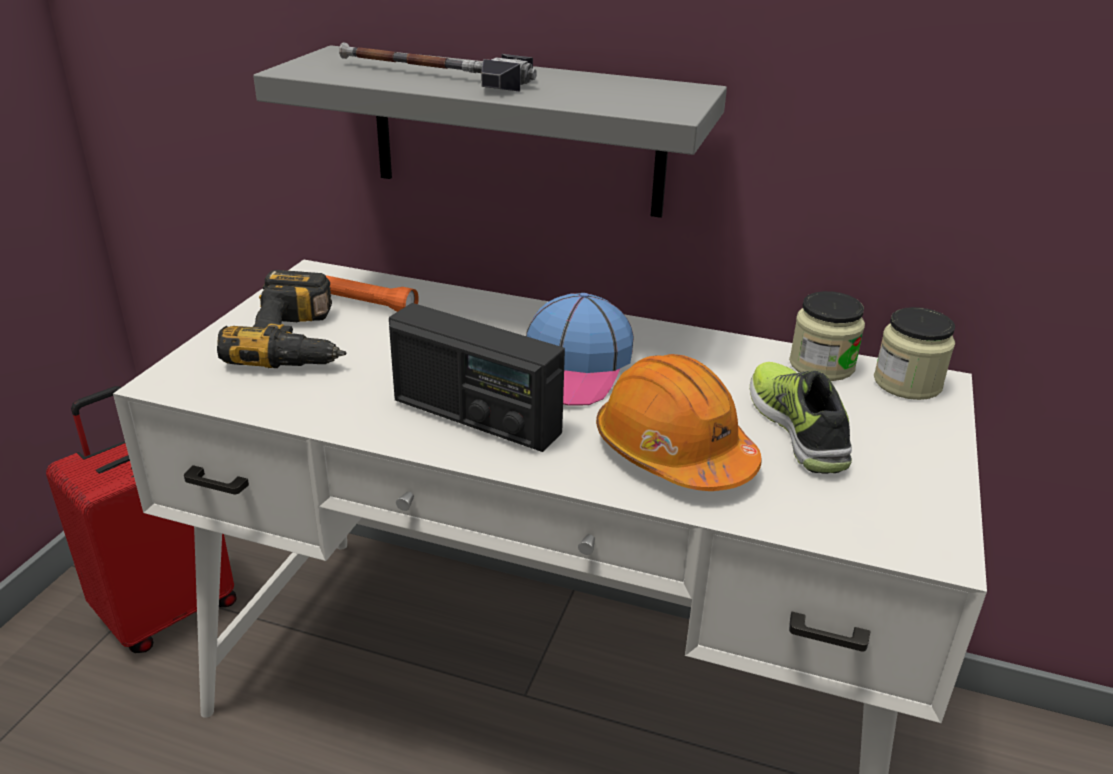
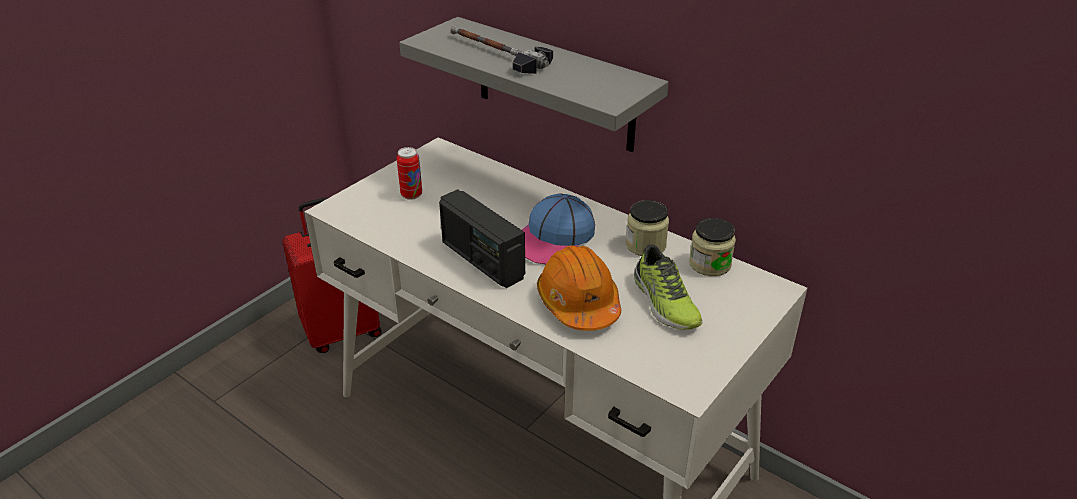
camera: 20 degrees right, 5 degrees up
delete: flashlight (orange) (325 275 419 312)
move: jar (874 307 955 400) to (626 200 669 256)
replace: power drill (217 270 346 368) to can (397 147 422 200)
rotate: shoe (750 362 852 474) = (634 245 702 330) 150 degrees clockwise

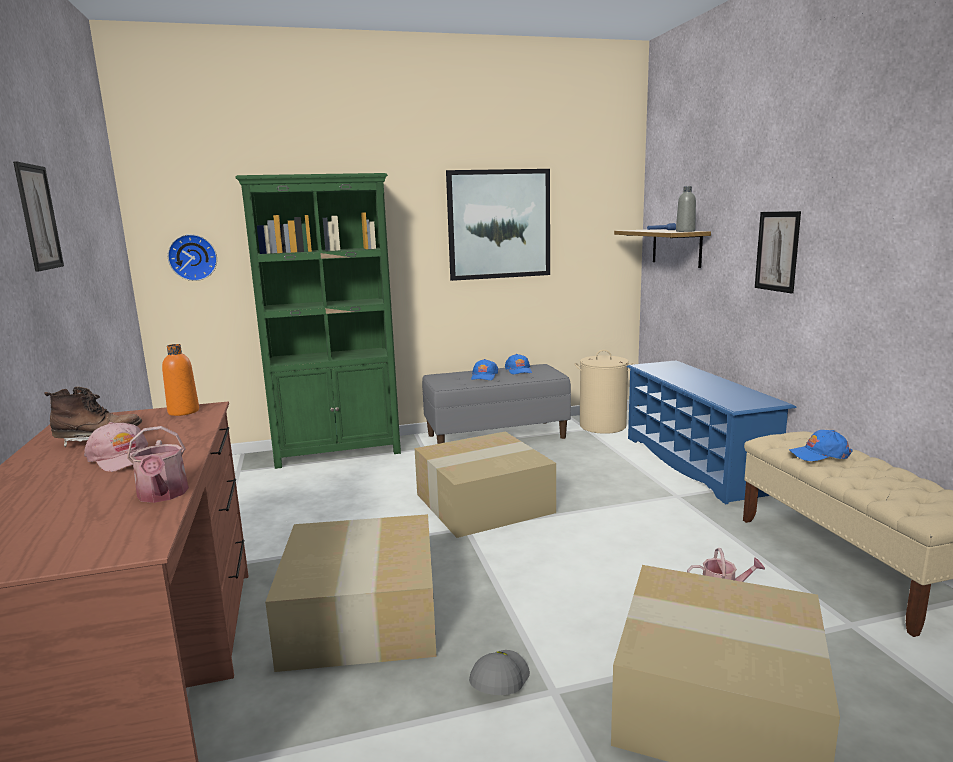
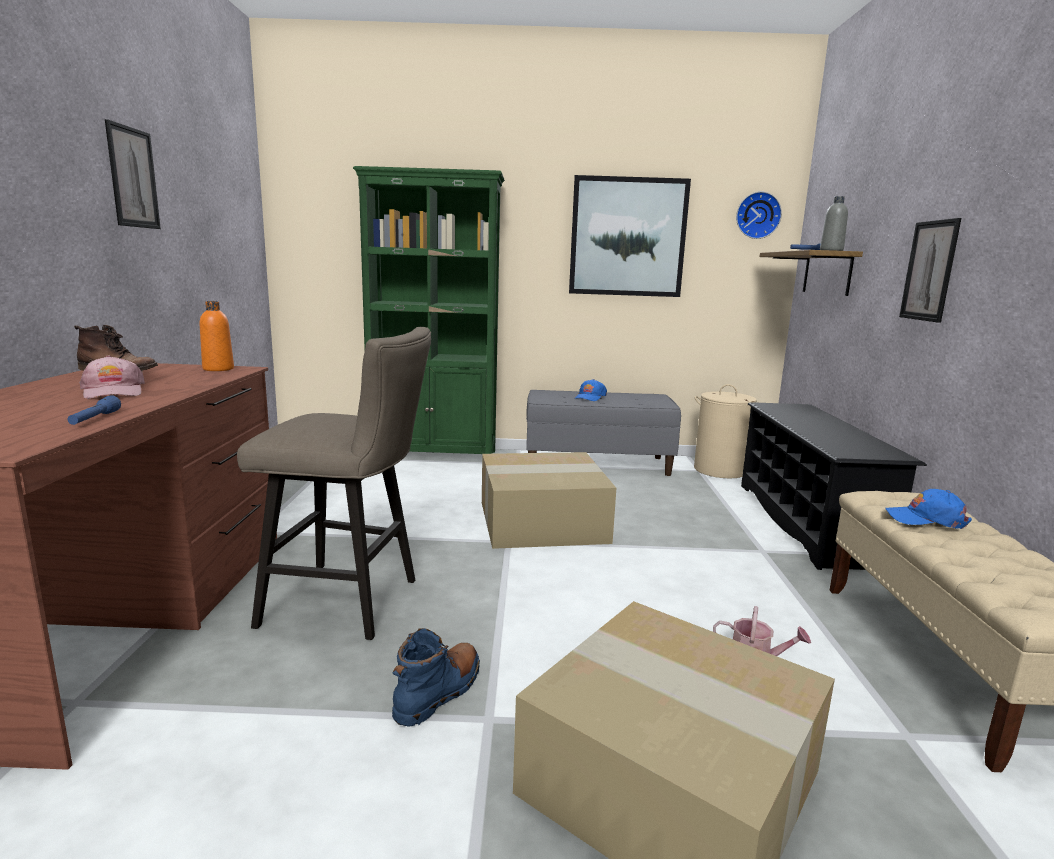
camera: 15 degrees right, 0 degrees up
delete: cap (blue) (505 354 532 374)
move: wall clock (168 234 217 281) to (736 191 782 239)
replace: watering can (127 426 189 503) to flashlight (blue) (67 395 121 425); cardboard box (265 514 437 672) to stool (beige) (237 327 431 640); cap (grey) (469 650 530 695) to boot (blue) (392 628 480 727)
recolor: shoe rack (blue) (627 360 797 504) to shoe rack (black) (741 402 927 570)

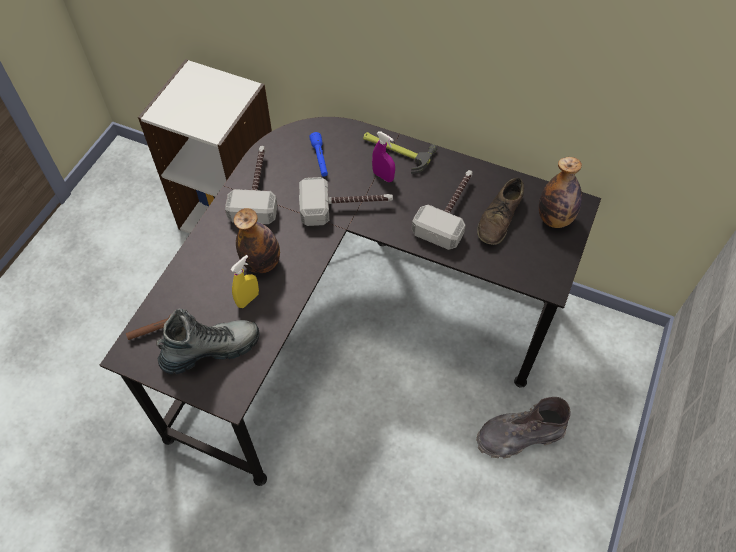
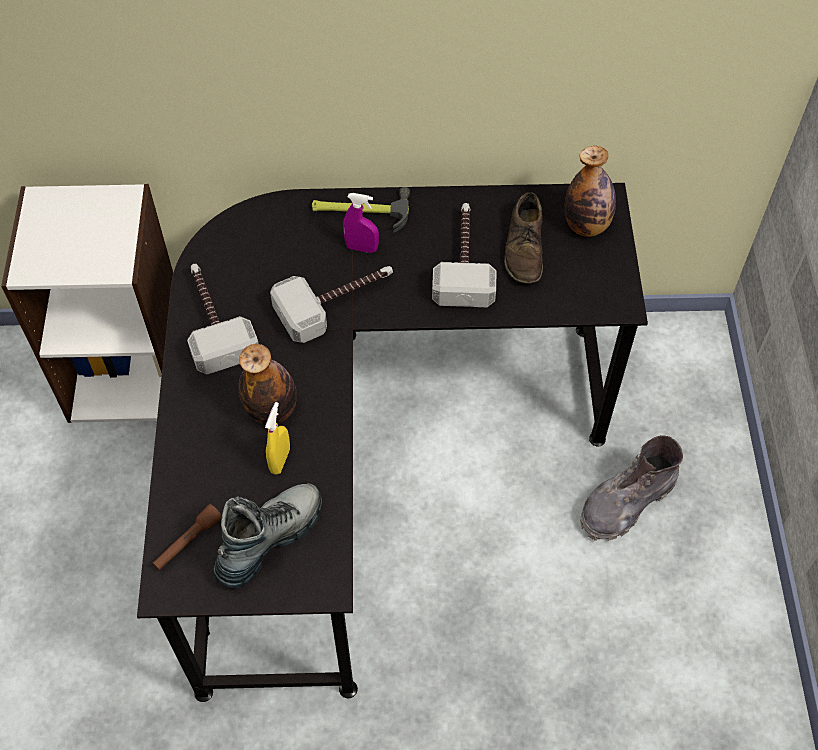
camera: 25 degrees left, 0 degrees up
delete: flashlight (blue) (309 132 328 177)

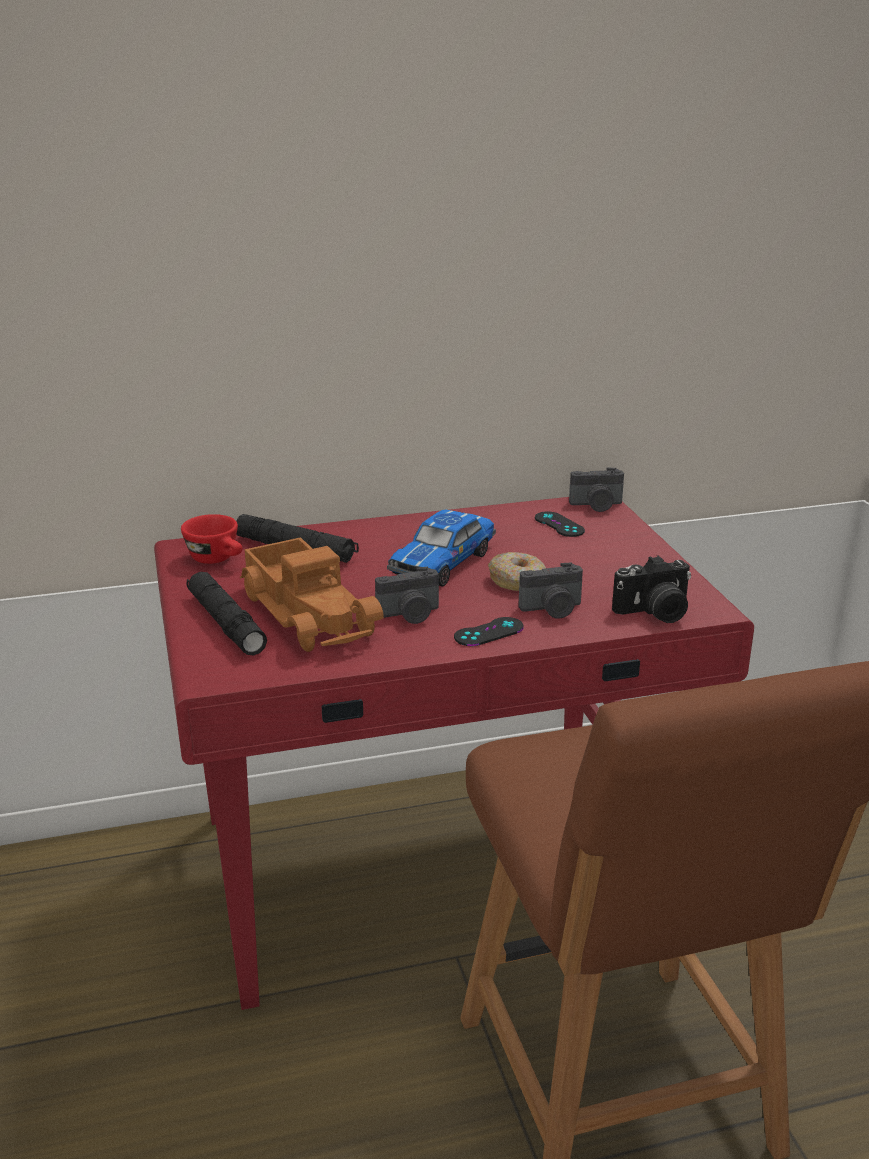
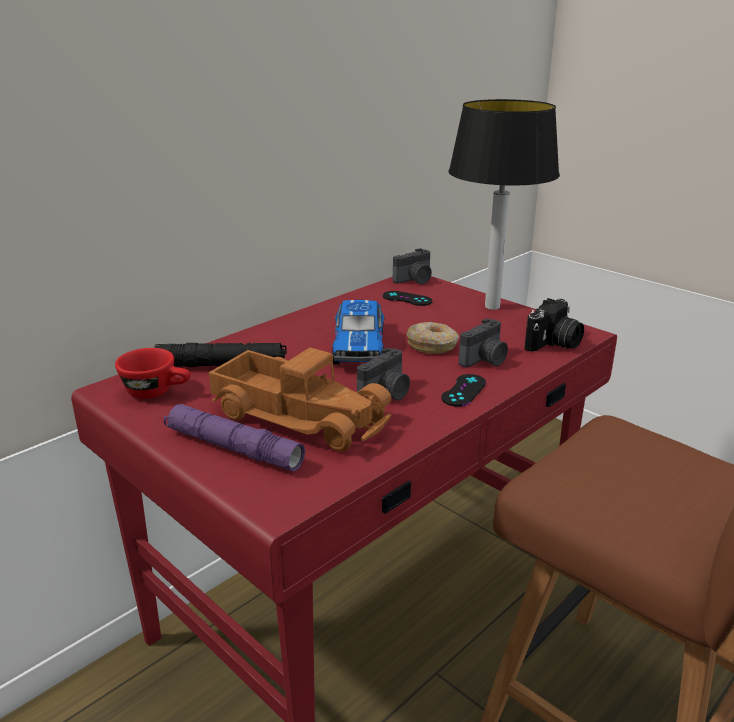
camera: 30 degrees left, 0 degrees up
insert: table lamp (448 99 560 310)
recolor: flashlight (black) (186 572 267 655) to flashlight (purple) (164 404 305 471)

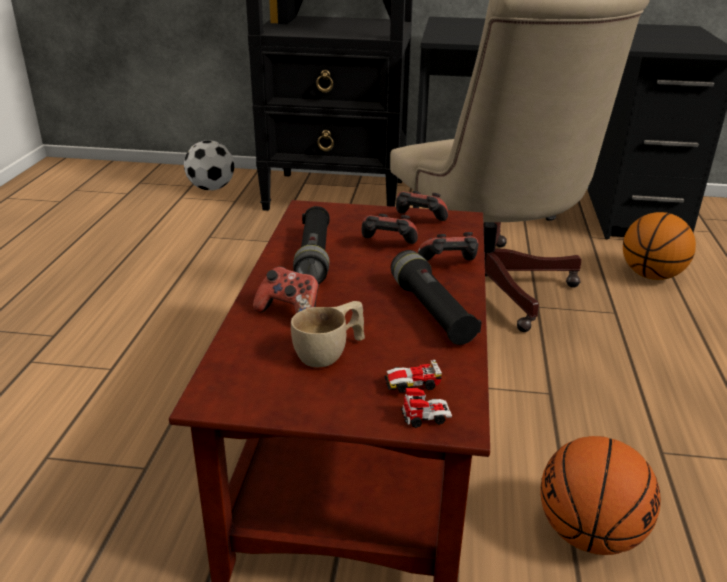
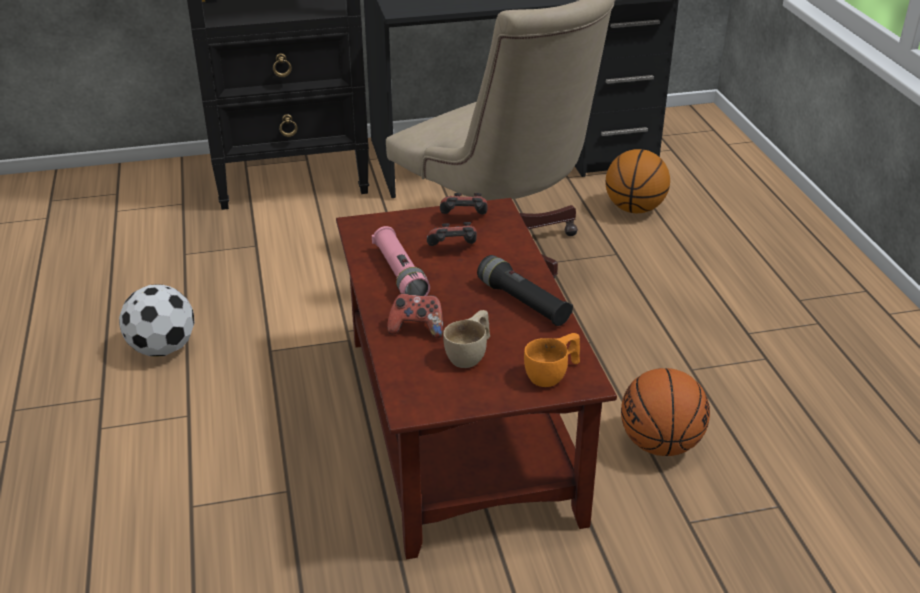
camera: 20 degrees left, 5 degrees up
delete: game controller (417 232 479 261)
move: football (184 140 235 190) to (119 284 195 357)
replace: toy car (384 360 452 428) to cup (orange) (524 333 580 387)
recolor: flashlight (black) (293 206 330 284) to flashlight (pink) (372 226 430 296)

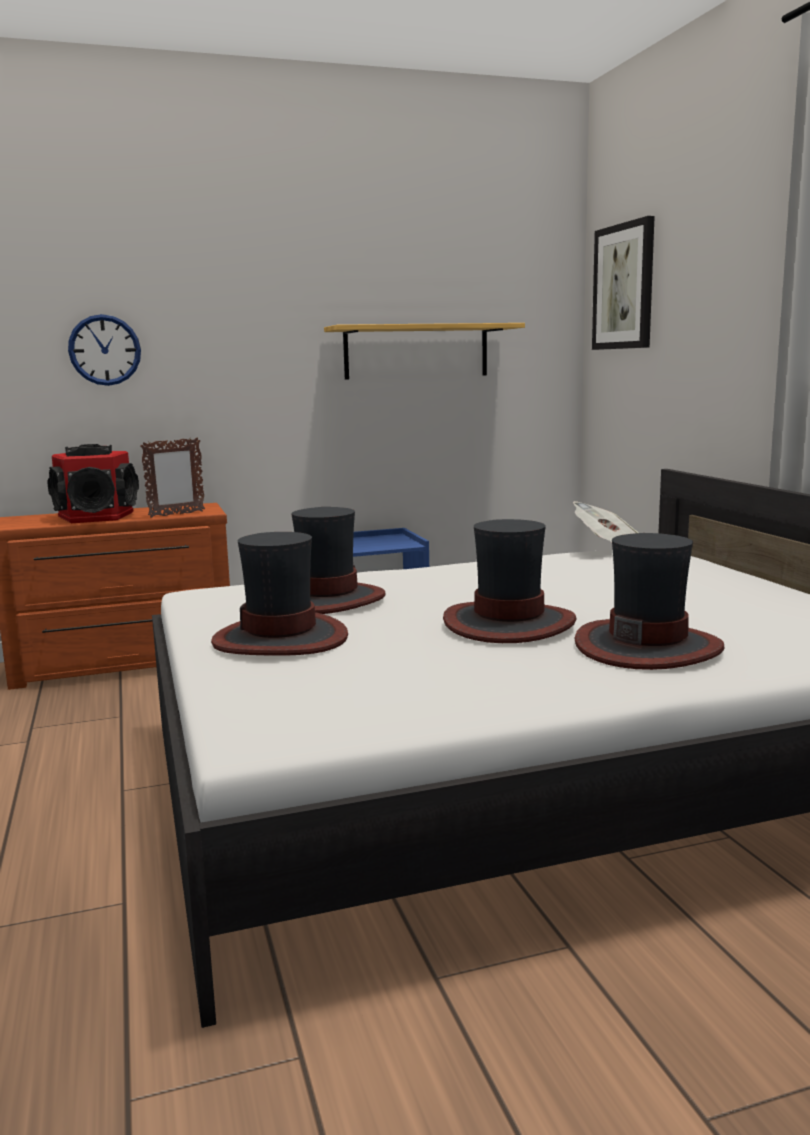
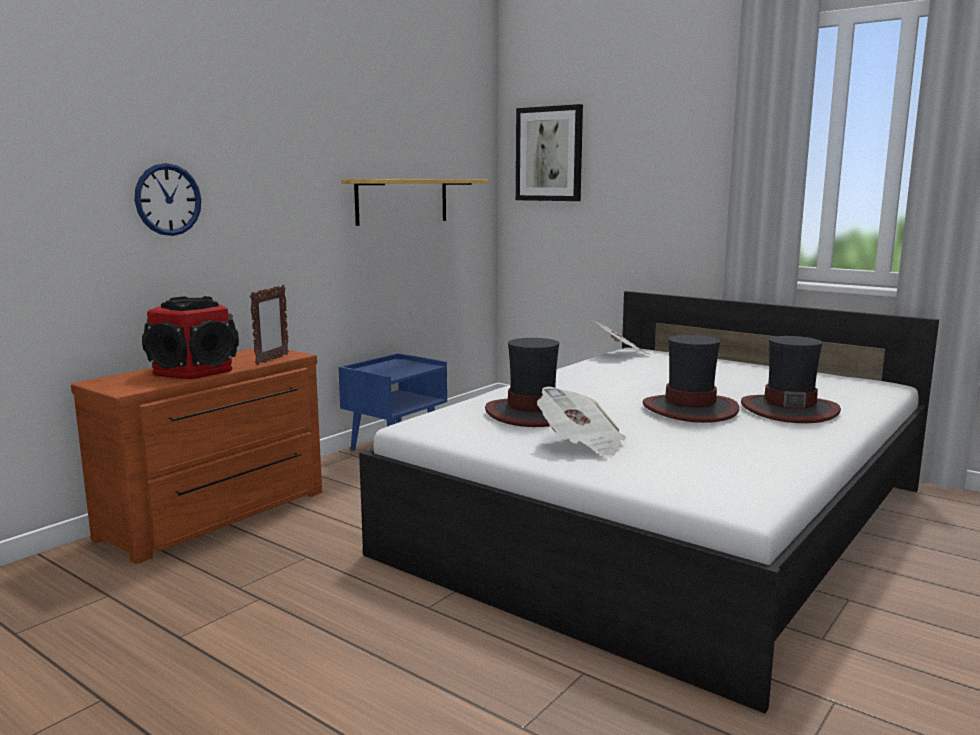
camera: 35 degrees left, 0 degrees up
replace: hat (211 532 348 656) to newspaper (537 387 626 458)

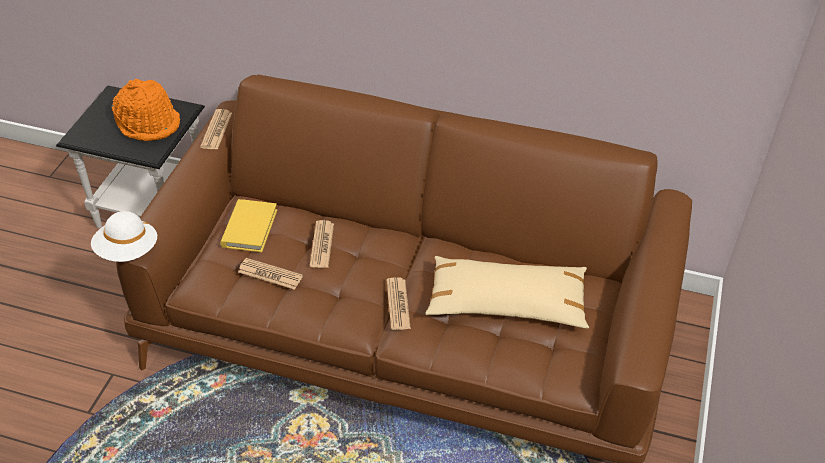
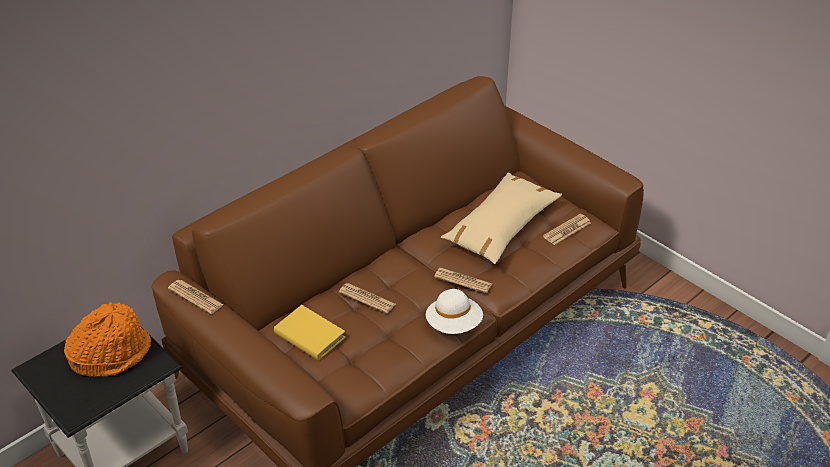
camera: 60 degrees left, 5 degrees down
move: hat (white) (91 211 157 262) to (426 289 483 334); newspaper (238 258 303 290) to (543 214 591 245)

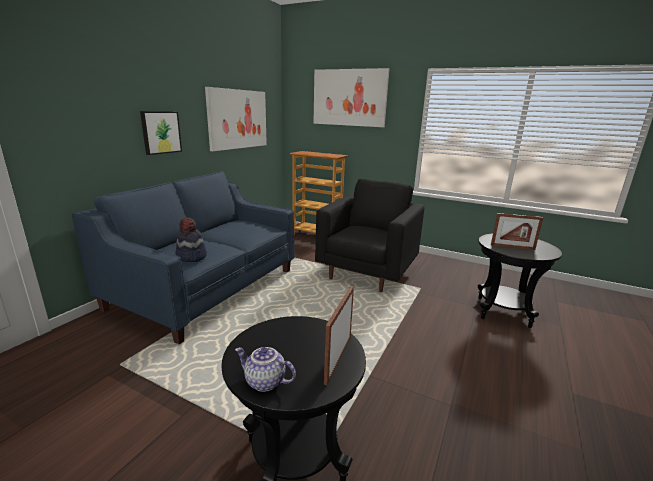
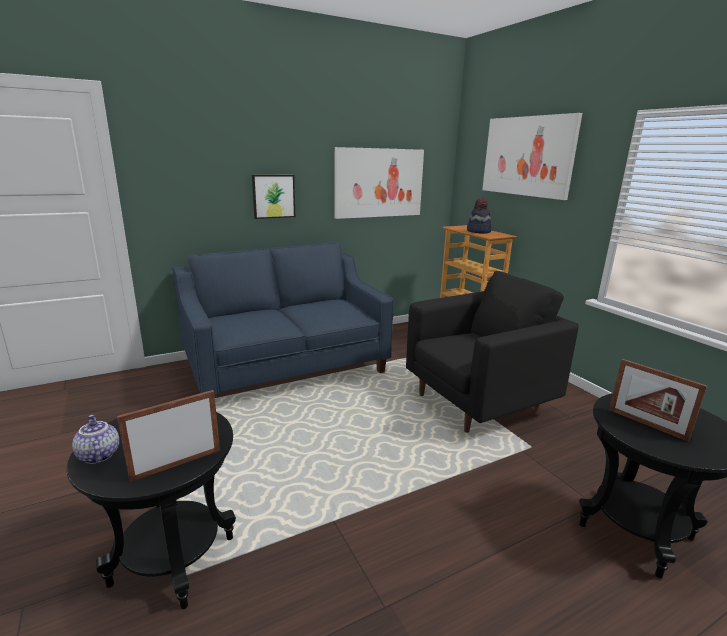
camera: 35 degrees right, 0 degrees up
move: hat (175 217 207 262) to (467 198 491 234)

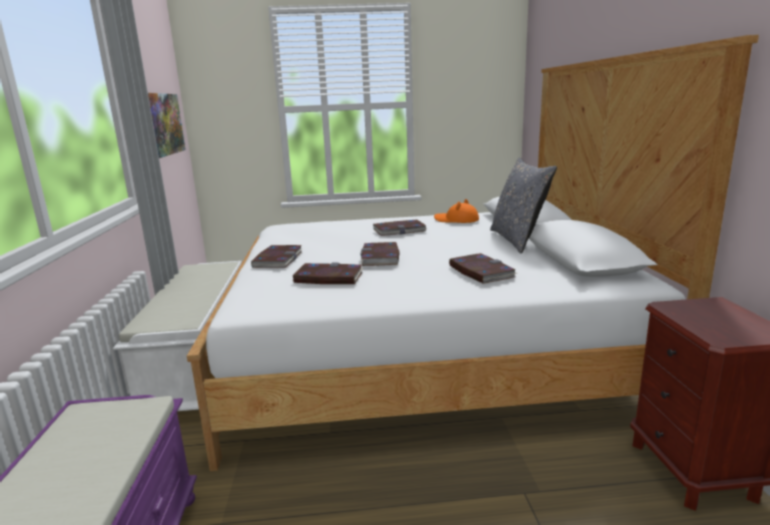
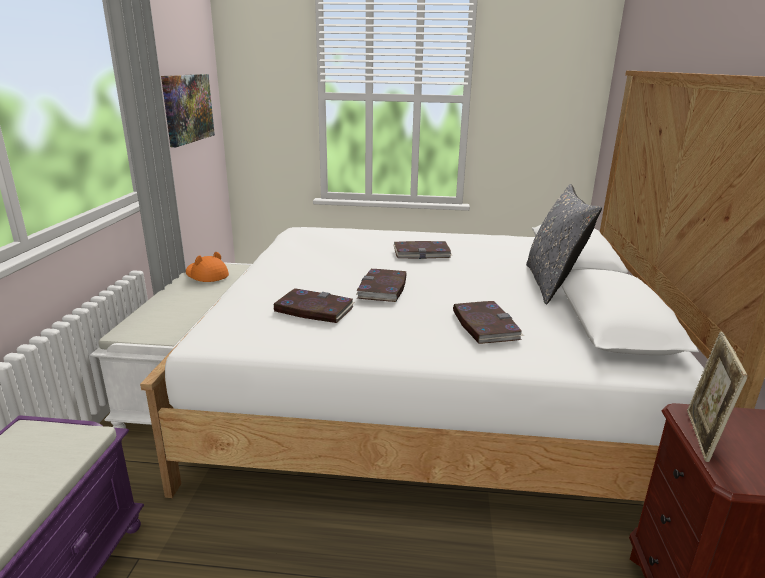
camera: 10 degrees right, 5 degrees up
delete: book (251 245 303 268)
insert: picture frame (687 332 748 462)
move: hat (orange) (434 199 479 223) to (186 252 229 282)

